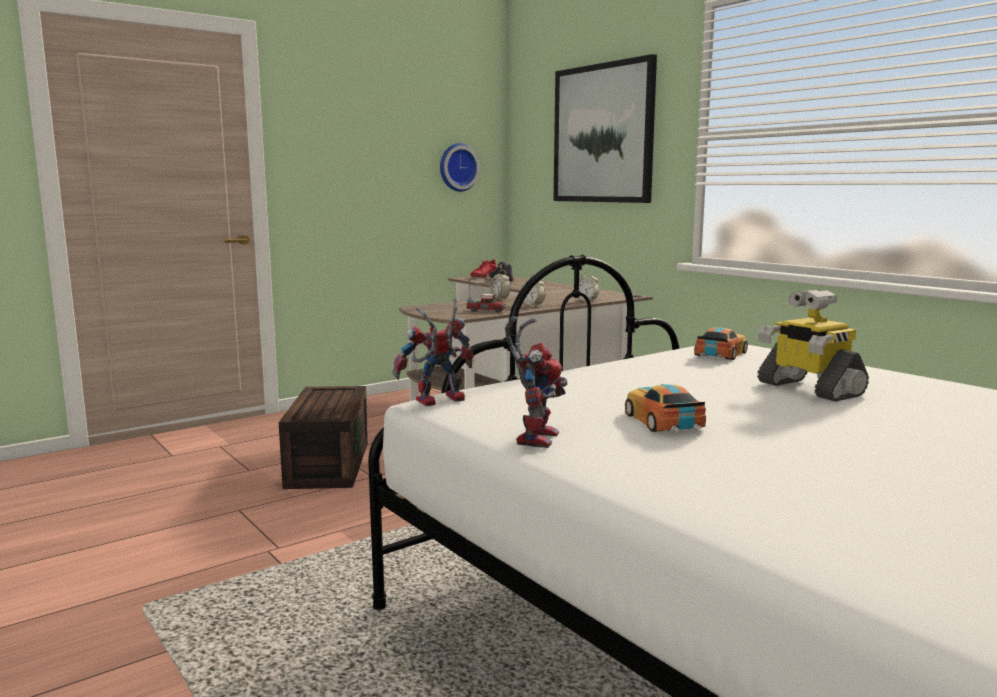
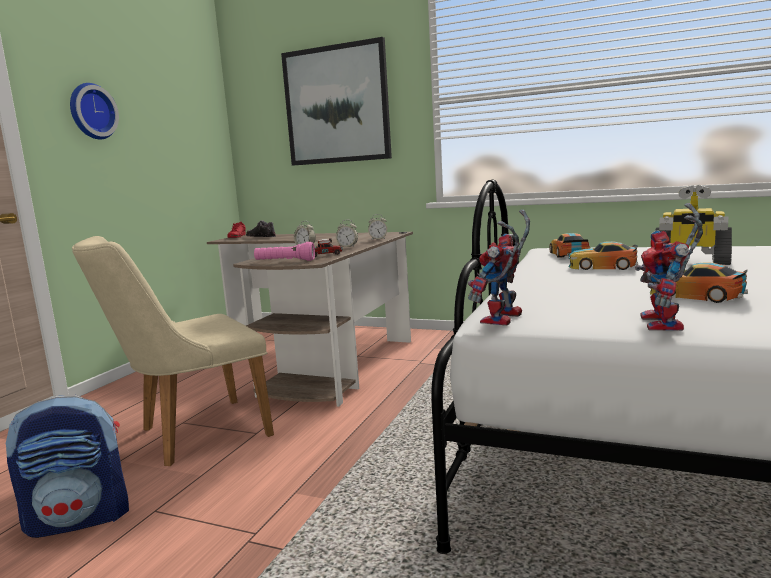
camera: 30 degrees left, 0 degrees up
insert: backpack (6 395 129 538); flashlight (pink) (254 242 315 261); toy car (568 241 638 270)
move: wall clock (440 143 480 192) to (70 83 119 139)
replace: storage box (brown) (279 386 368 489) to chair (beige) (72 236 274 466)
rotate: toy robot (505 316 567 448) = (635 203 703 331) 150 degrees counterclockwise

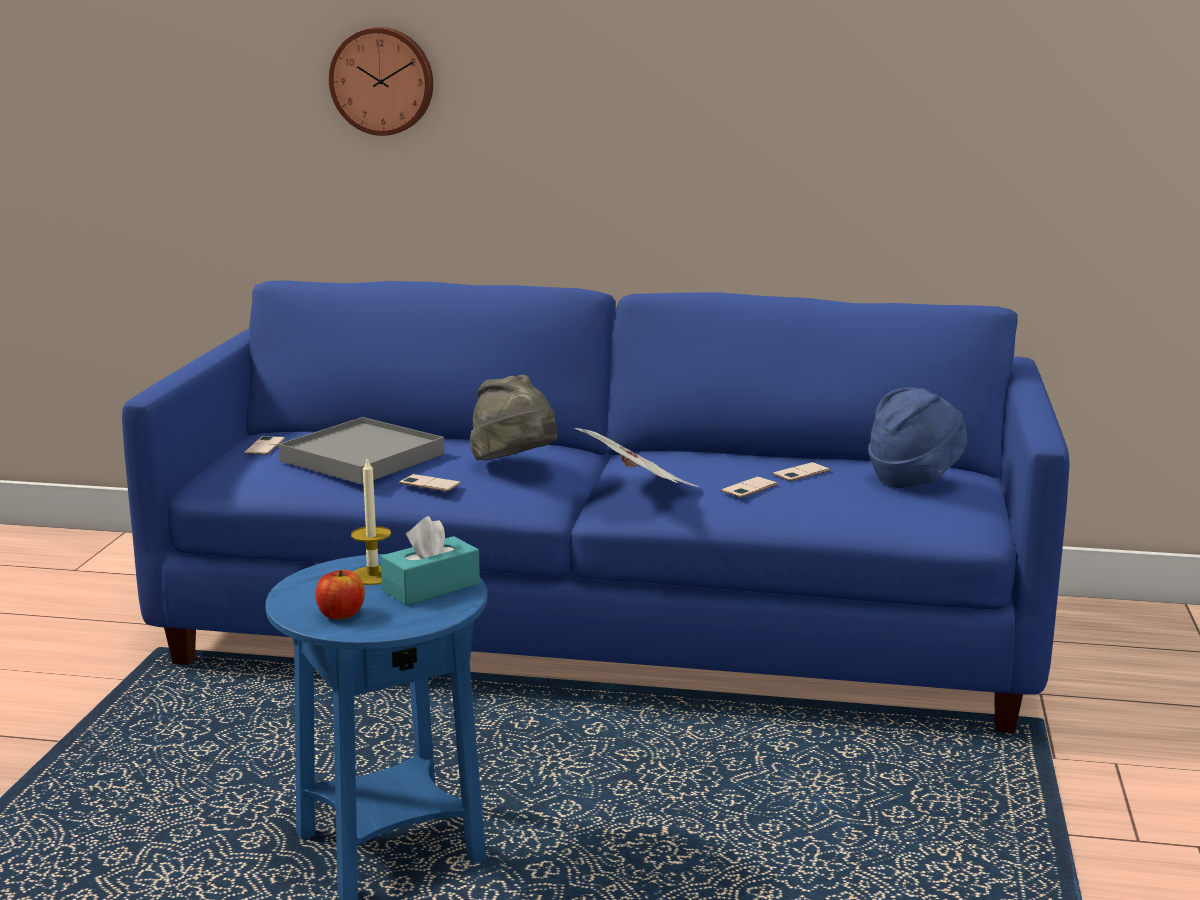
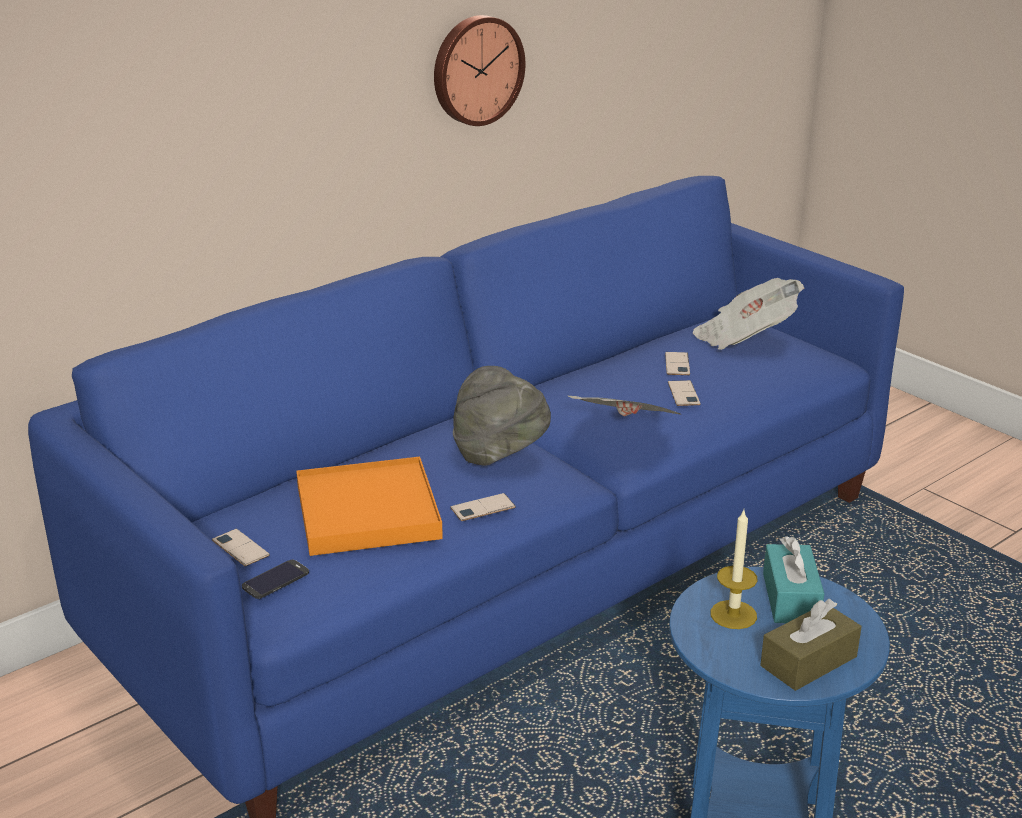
camera: 50 degrees left, 10 degrees up
insert: phone (242 560 309 599)
move: wall clock (329 27 433 136) to (434 15 525 126)
replace: apple (316 570 365 620) to tissue box (brown) (760 599 862 691); hat (blue) (868 387 967 488) to newspaper (693 278 804 350)
recolor: tray (grey) (278 417 445 484) to tray (orange) (296 457 443 556)

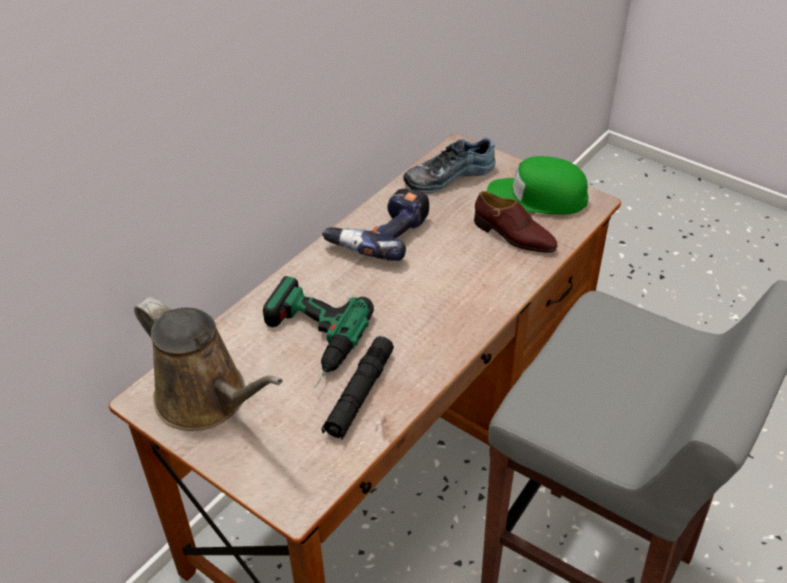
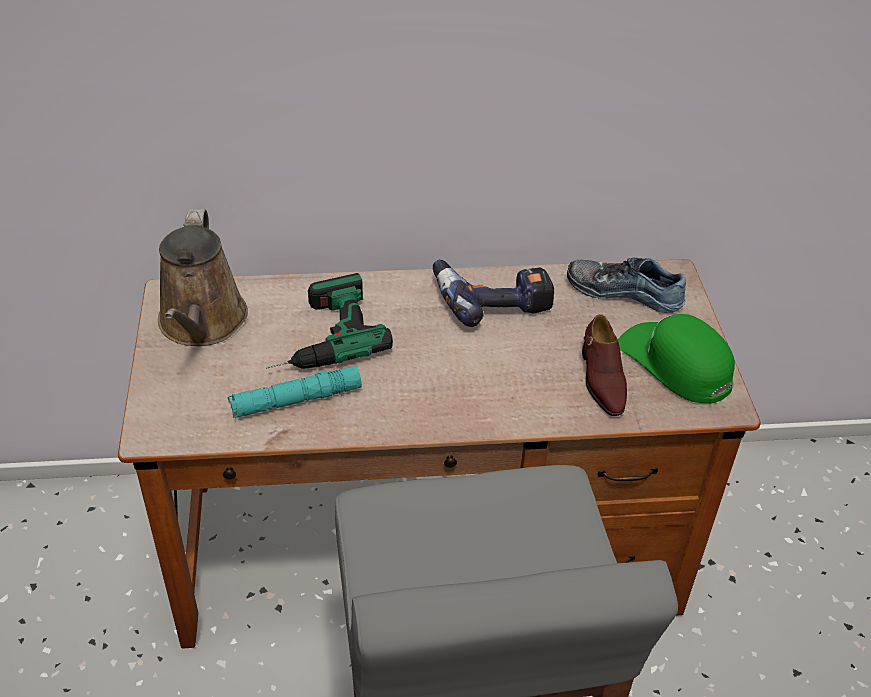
camera: 45 degrees right, 0 degrees up
recolor: flashlight (black) (321 336 394 440) to flashlight (turquoise) (228 366 362 418)

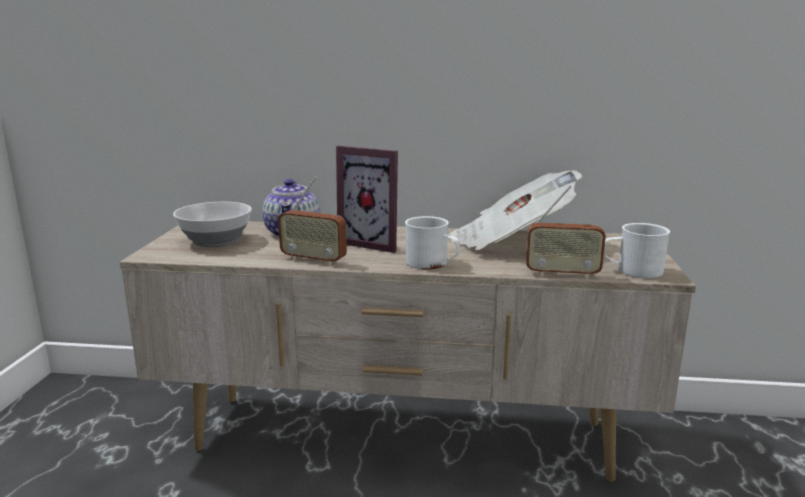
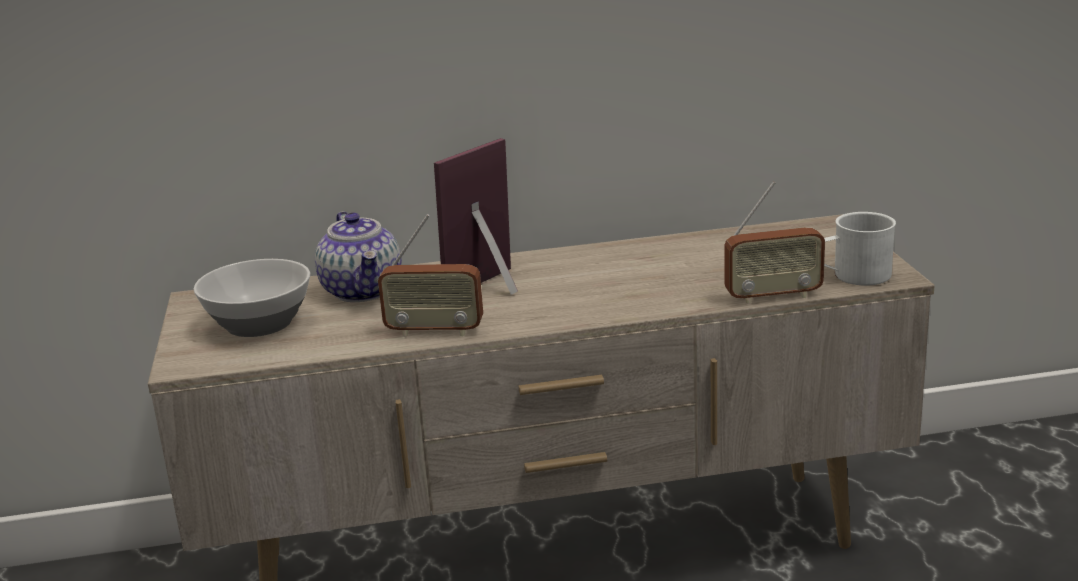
camera: 15 degrees left, 5 degrees up
delete: mug (white) (405 216 460 270); newspaper (449 170 583 250)
rotate: picture frame (336 146 398 253) = (434 138 518 295) 120 degrees clockwise

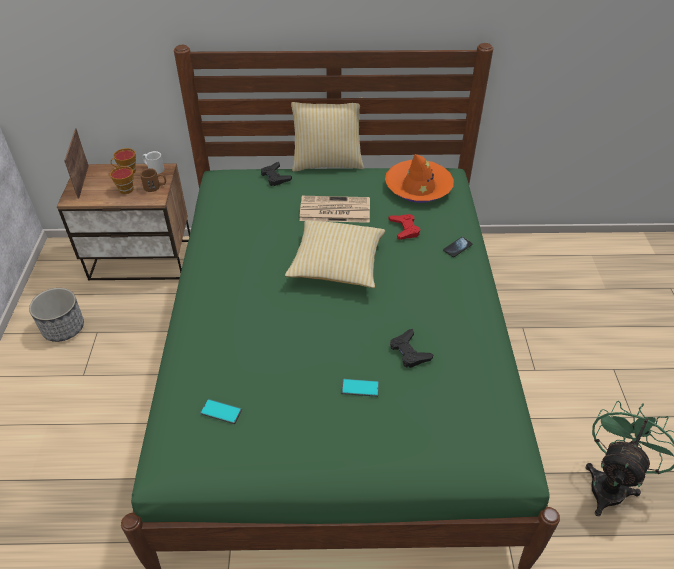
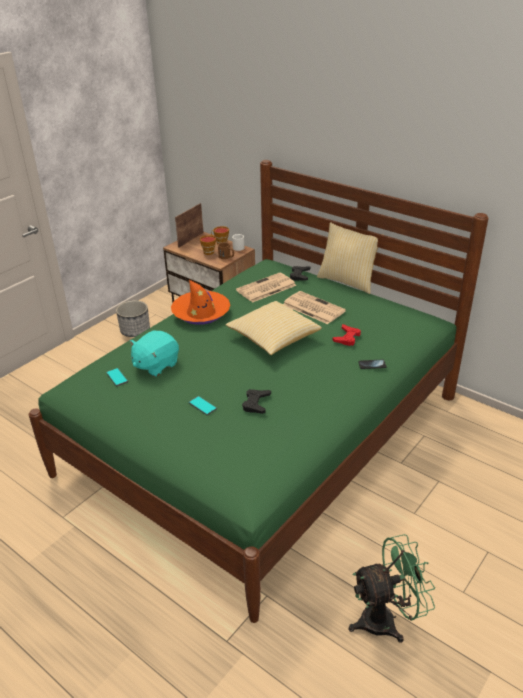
camera: 40 degrees right, 10 degrees down
insert: plush toy (turquoise) (129 331 179 377); newspaper (236 273 296 303)
move: hat (orange) (385 154 454 203) to (171 280 230 325)

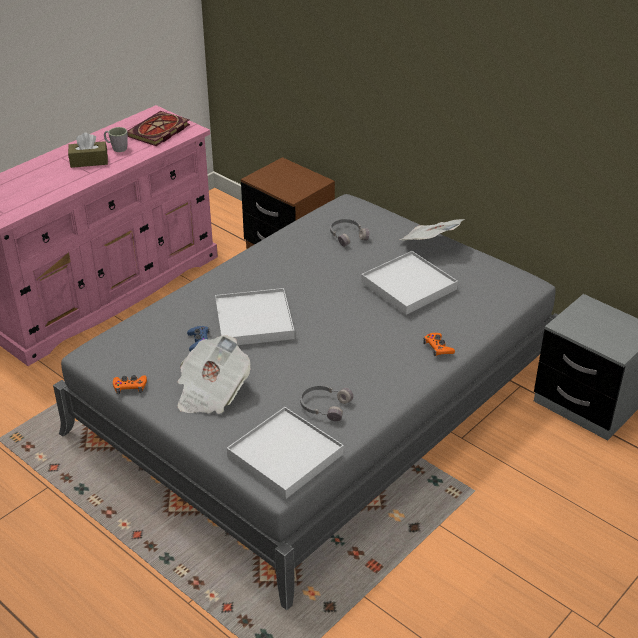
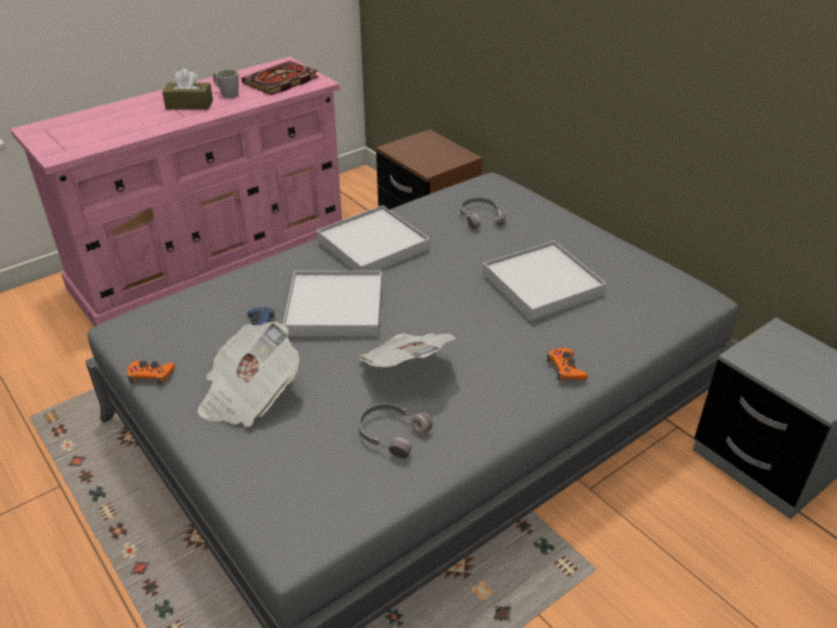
camera: 10 degrees right, 0 degrees up
move: tray (white) (227 407 344 499) to (316 205 430 271); newspaper (400 219 465 240) to (359 333 456 367)

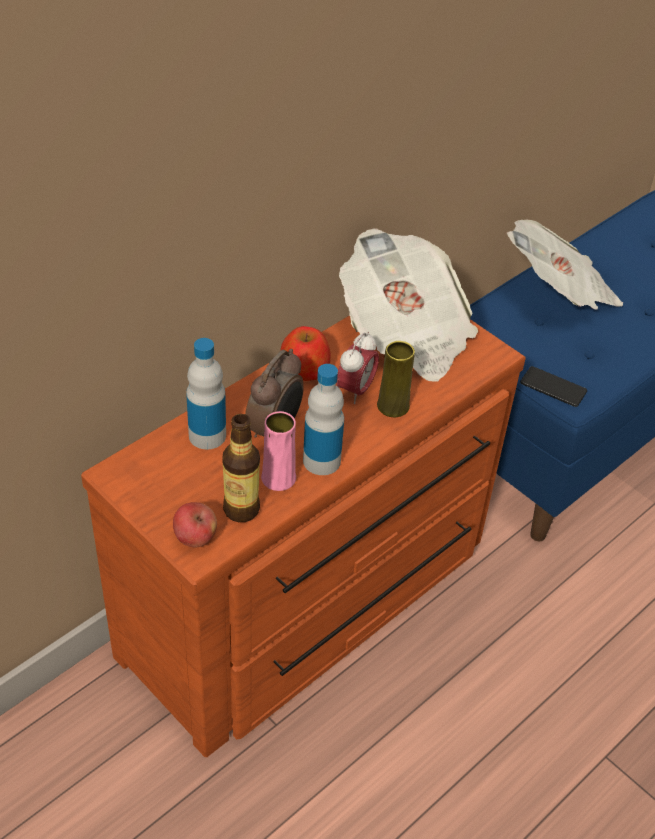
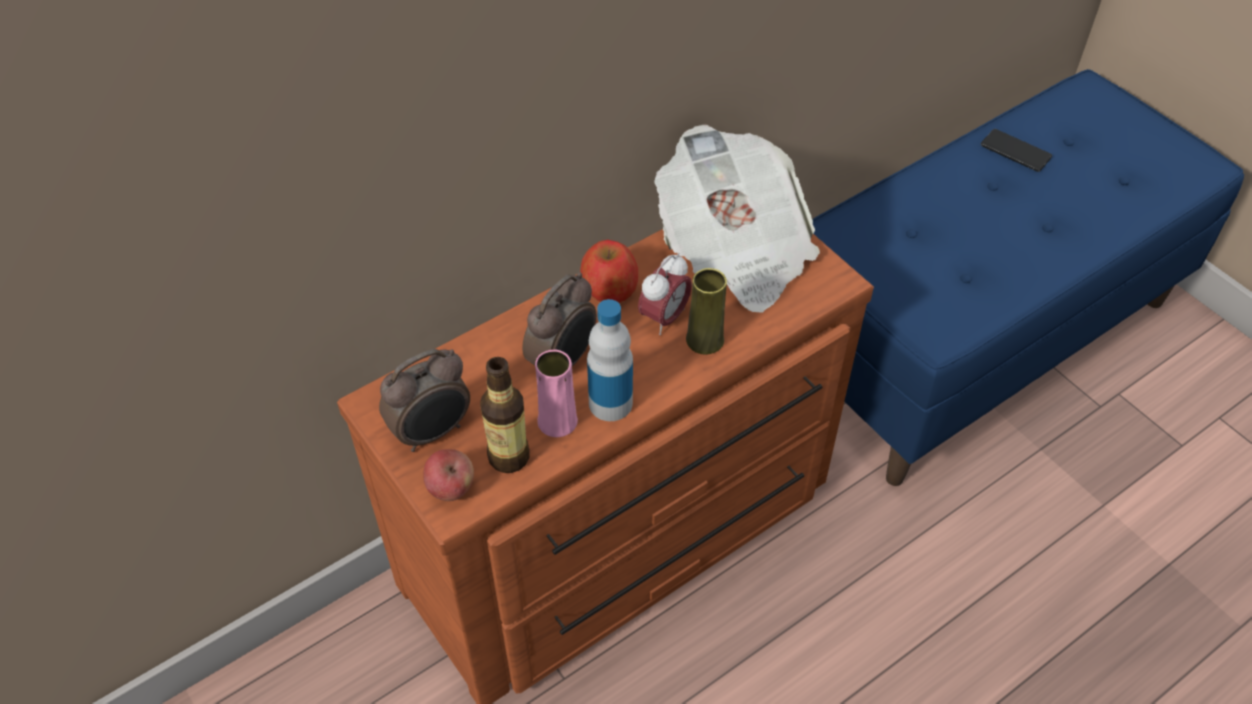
camera: 10 degrees right, 5 degrees up
delete: bottle (186 338 226 450); newspaper (507 219 623 310)
insert: alarm clock (379 349 470 452)
move: phone (520 366 587 407) to (981 129 1052 172)

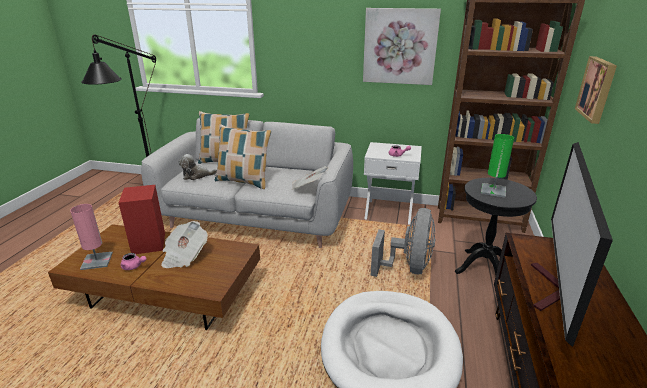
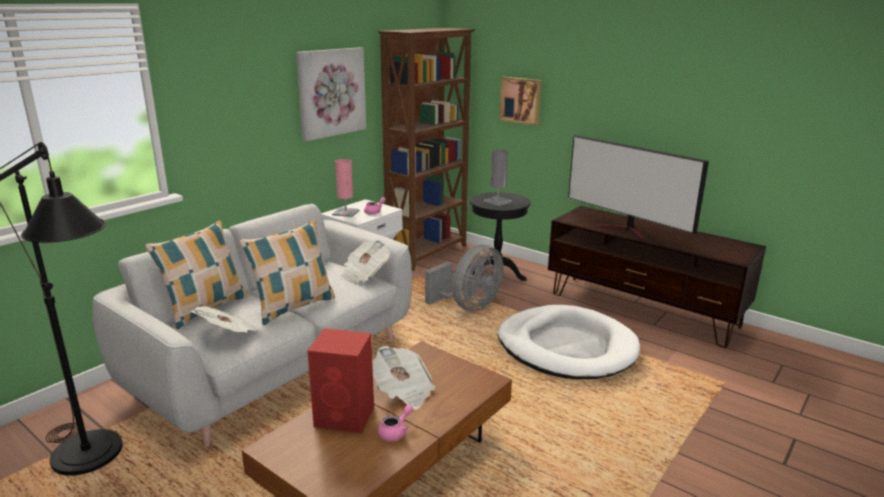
camera: 65 degrees left, 5 degrees down
move: table lamp (pink) (70 204 113 270) to (332 159 359 217)
replace: plush toy (179 154 217 180) to newspaper (191 306 261 333)
recolor: table lamp (green) (481 134 514 198) to table lamp (grey) (483 150 512 206)
rotate: fan (grey) (370 208 436 277) = (425 245 503 312) 90 degrees clockwise

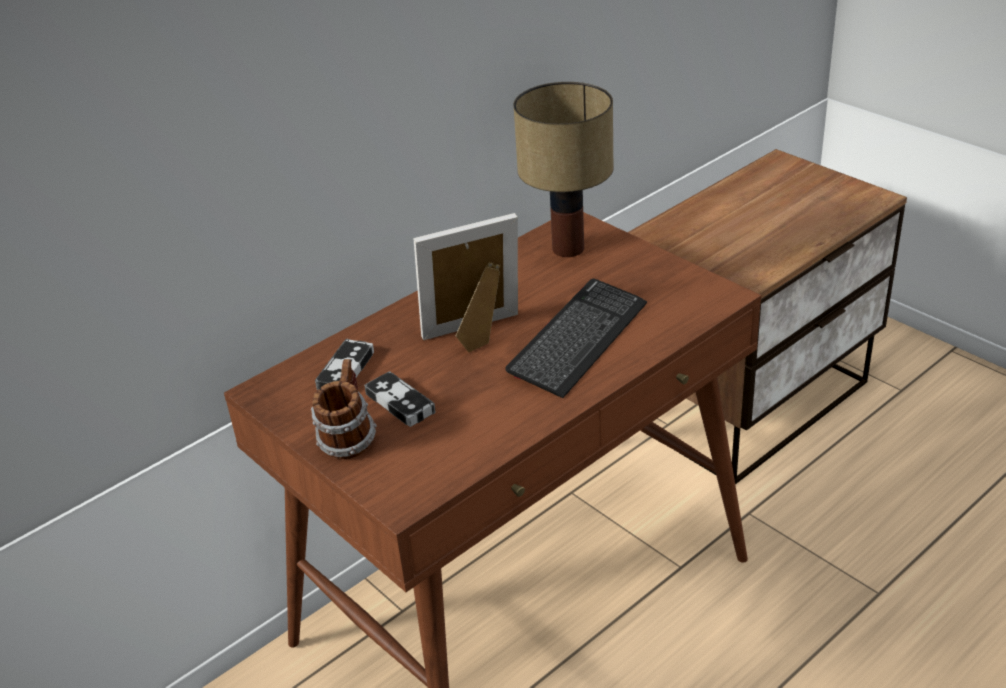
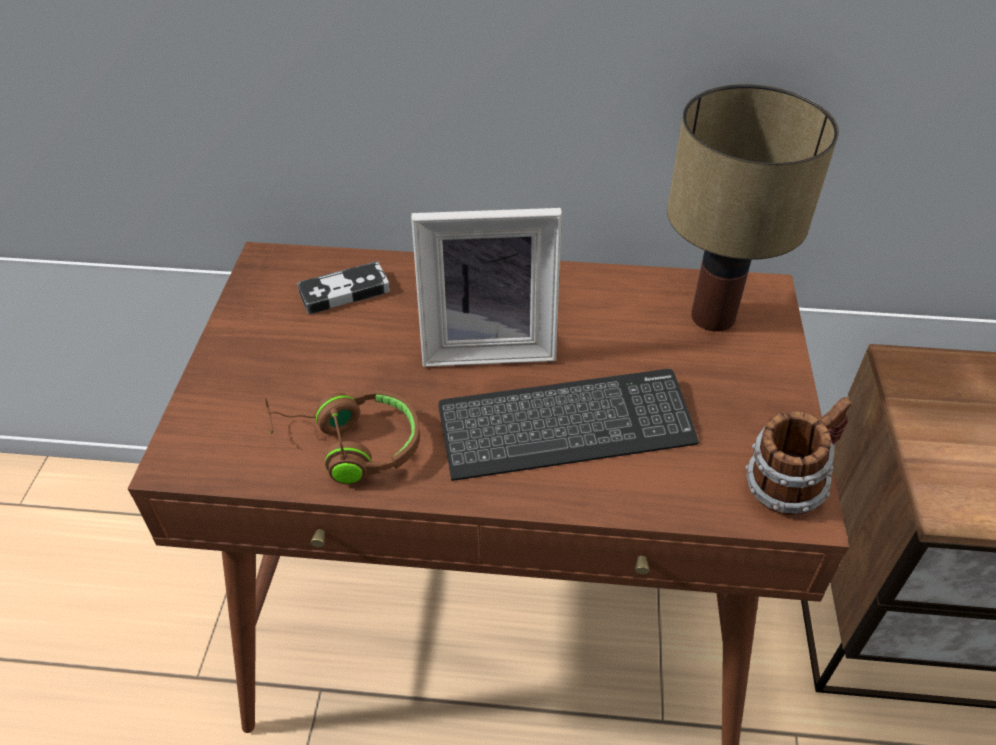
camera: 45 degrees right, 10 degrees up
delete: game controller (364 371 436 427)
insert: headphones (brown) (264 390 420 485)
move: mug (311 359 377 459) to (745 397 852 515)
rotate: picture frame (414 213 518 352) = (411 208 562 367) 150 degrees clockwise

